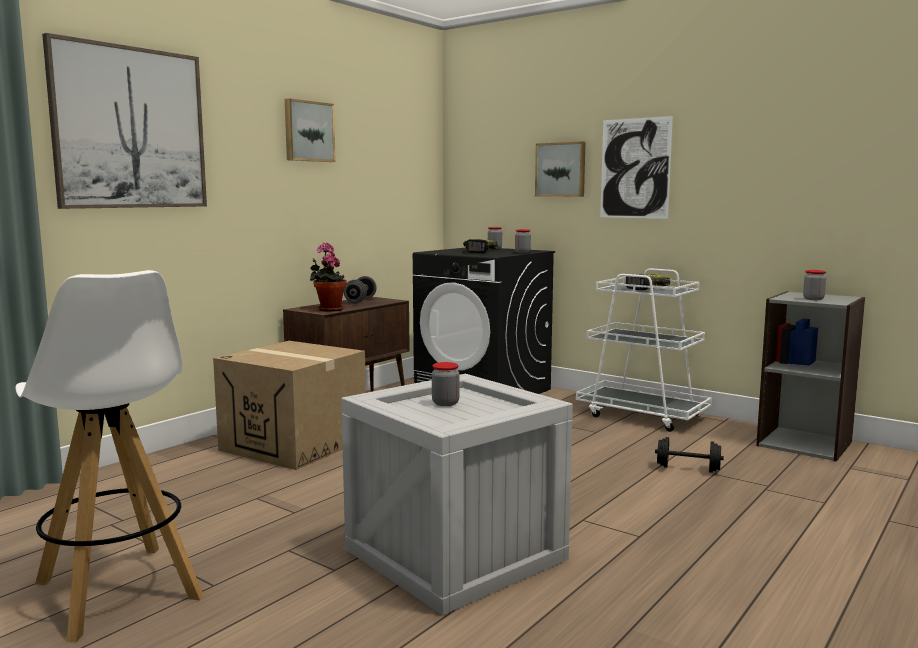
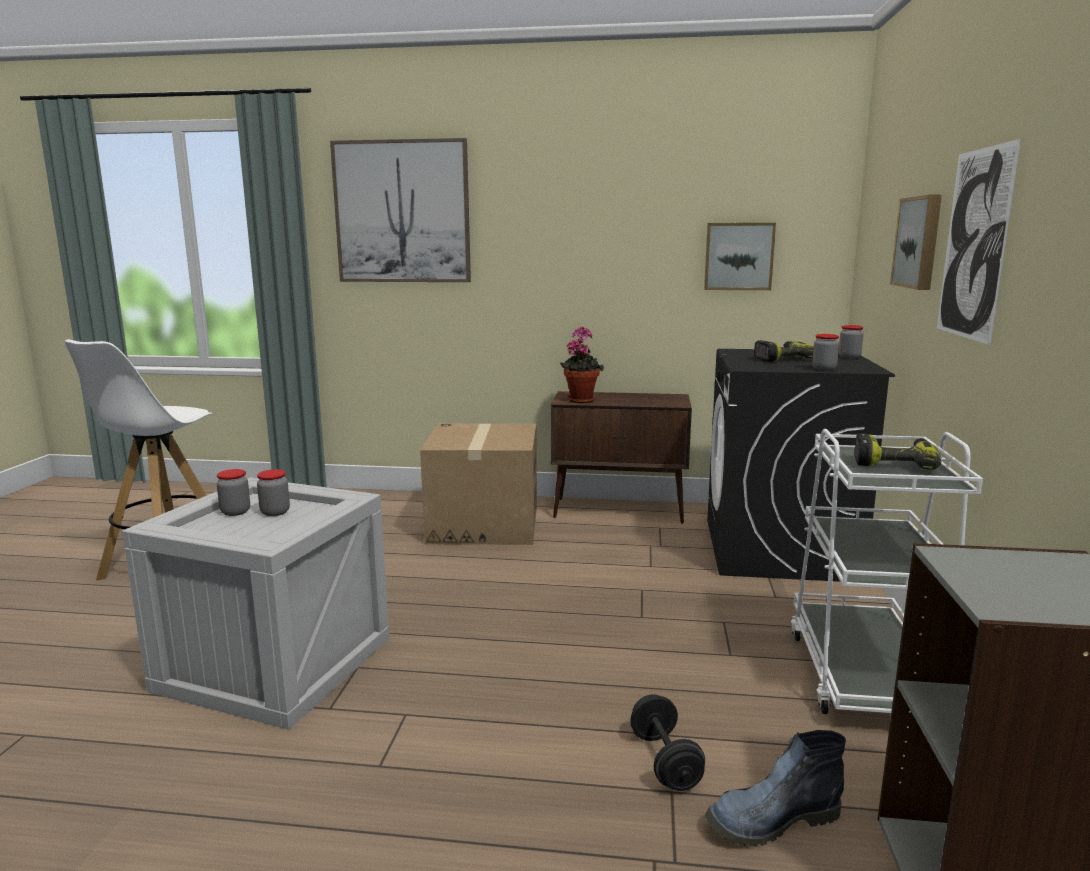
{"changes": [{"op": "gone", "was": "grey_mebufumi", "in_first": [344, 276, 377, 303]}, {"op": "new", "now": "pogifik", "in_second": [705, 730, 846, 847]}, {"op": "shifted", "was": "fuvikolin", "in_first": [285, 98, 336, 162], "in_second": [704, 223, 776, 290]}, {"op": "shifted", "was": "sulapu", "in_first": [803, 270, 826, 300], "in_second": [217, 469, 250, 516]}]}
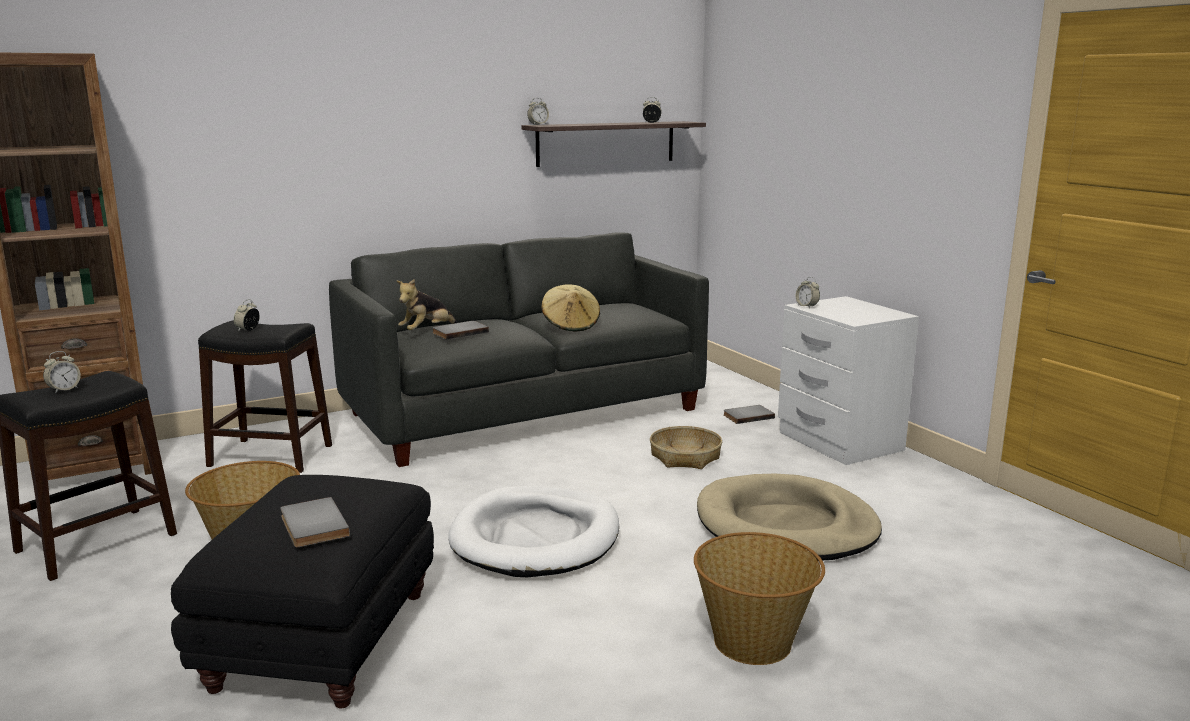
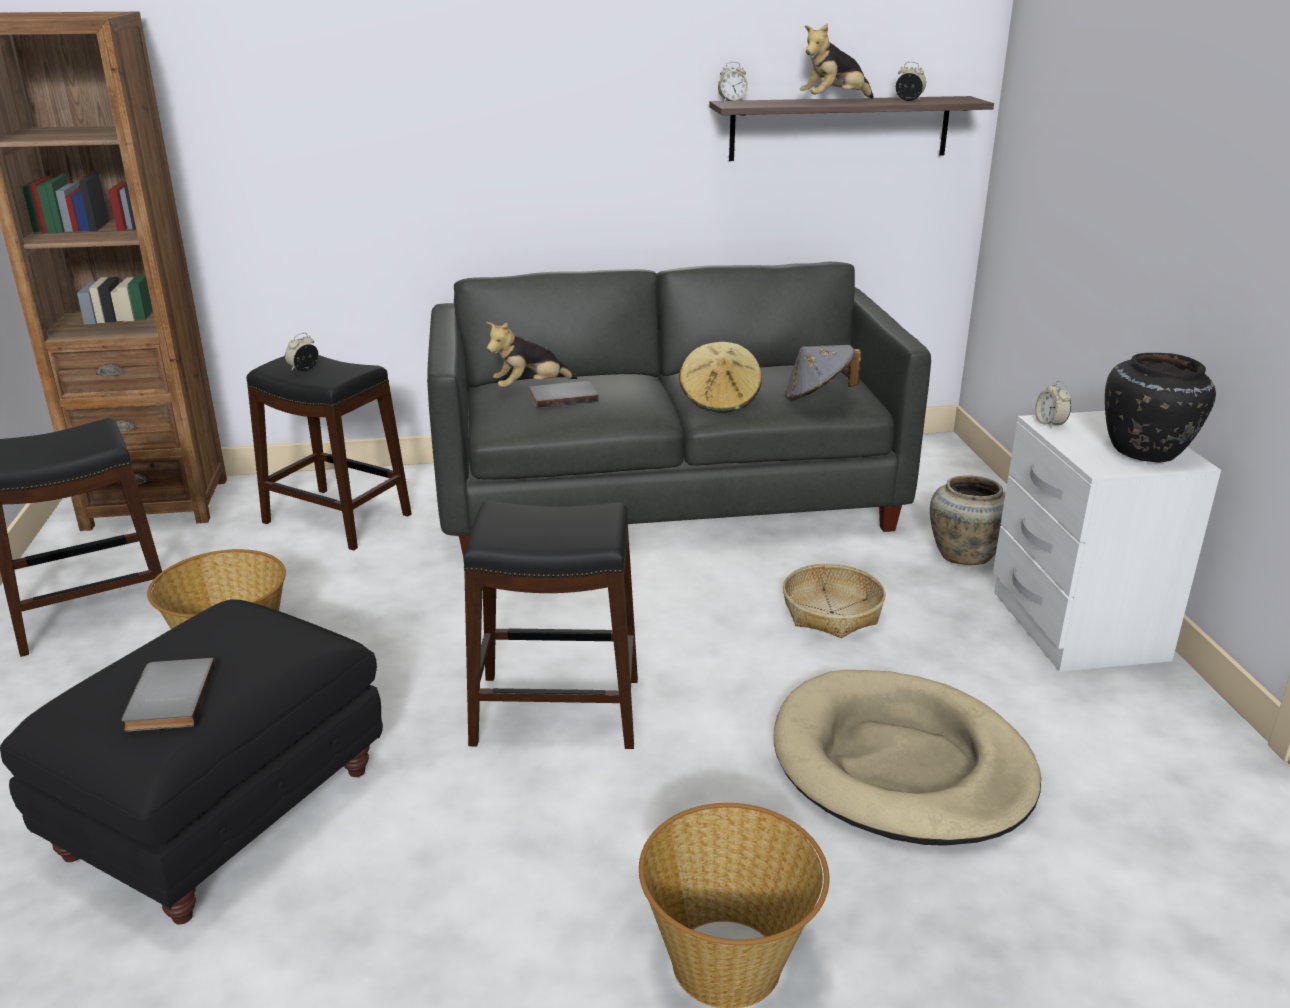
{"changes": [{"op": "gone", "was": "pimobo", "in_first": [43, 351, 81, 393]}, {"op": "new", "now": "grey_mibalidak", "in_second": [785, 345, 861, 401]}, {"op": "new", "now": "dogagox", "in_second": [800, 23, 874, 99]}, {"op": "new", "now": "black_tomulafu", "in_second": [1105, 353, 1216, 462]}, {"op": "swapped", "was": "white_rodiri", "now": "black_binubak", "in_first": [448, 486, 619, 577], "in_second": [463, 501, 638, 749]}, {"op": "swapped", "was": "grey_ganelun", "now": "beige_tomulafu", "in_first": [724, 405, 775, 424], "in_second": [930, 475, 1006, 565]}]}
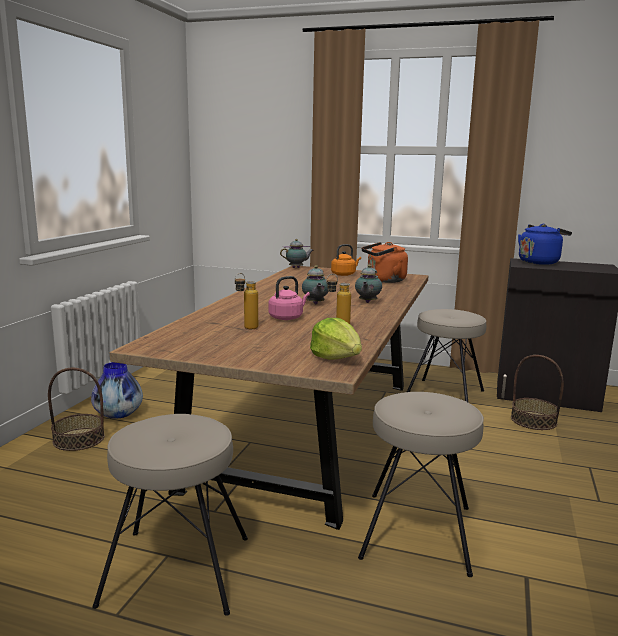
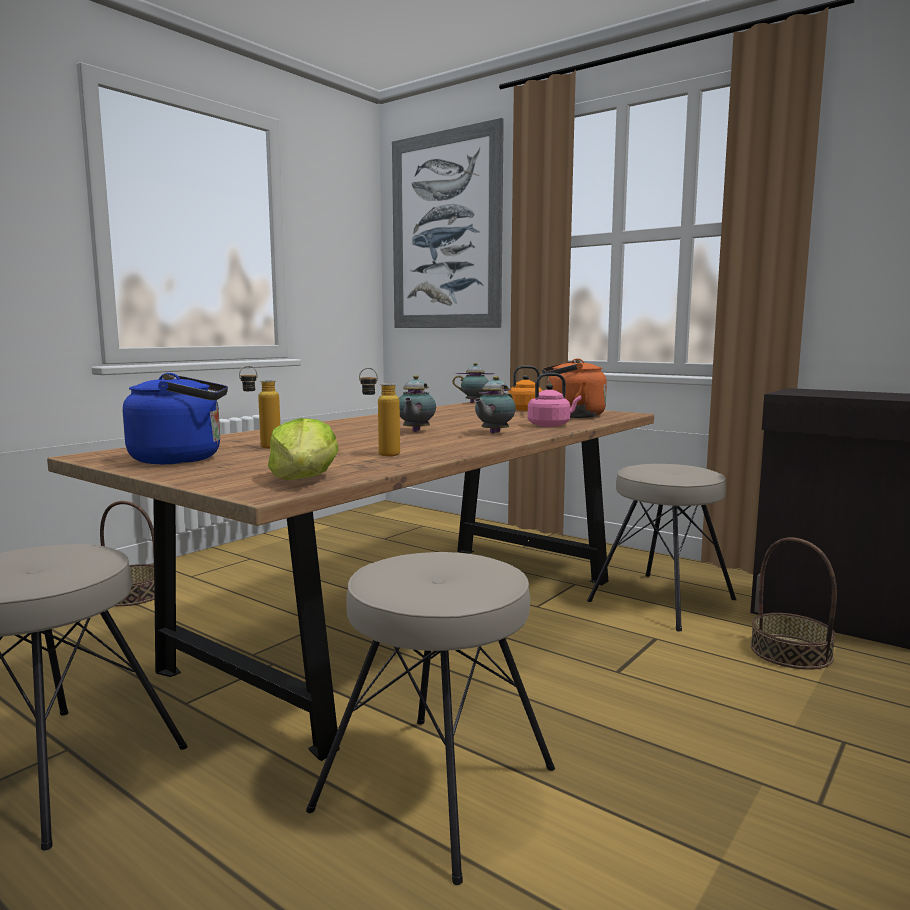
{"changes": [{"op": "gone", "was": "tomulafu", "in_first": [91, 362, 143, 419]}, {"op": "new", "now": "fuvikolin", "in_second": [392, 118, 504, 328]}, {"op": "shifted", "was": "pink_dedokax", "in_first": [269, 276, 310, 320], "in_second": [528, 373, 582, 427]}, {"op": "shifted", "was": "blue_dedokax", "in_first": [518, 224, 572, 265], "in_second": [123, 373, 228, 464]}]}
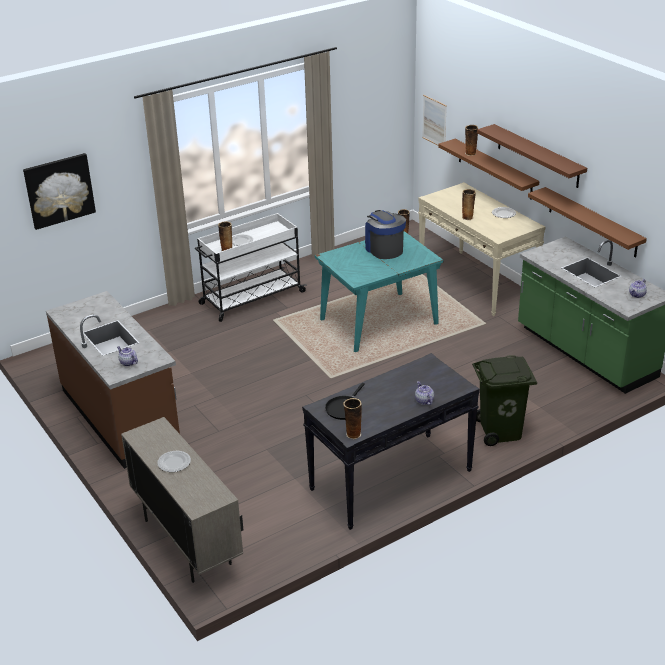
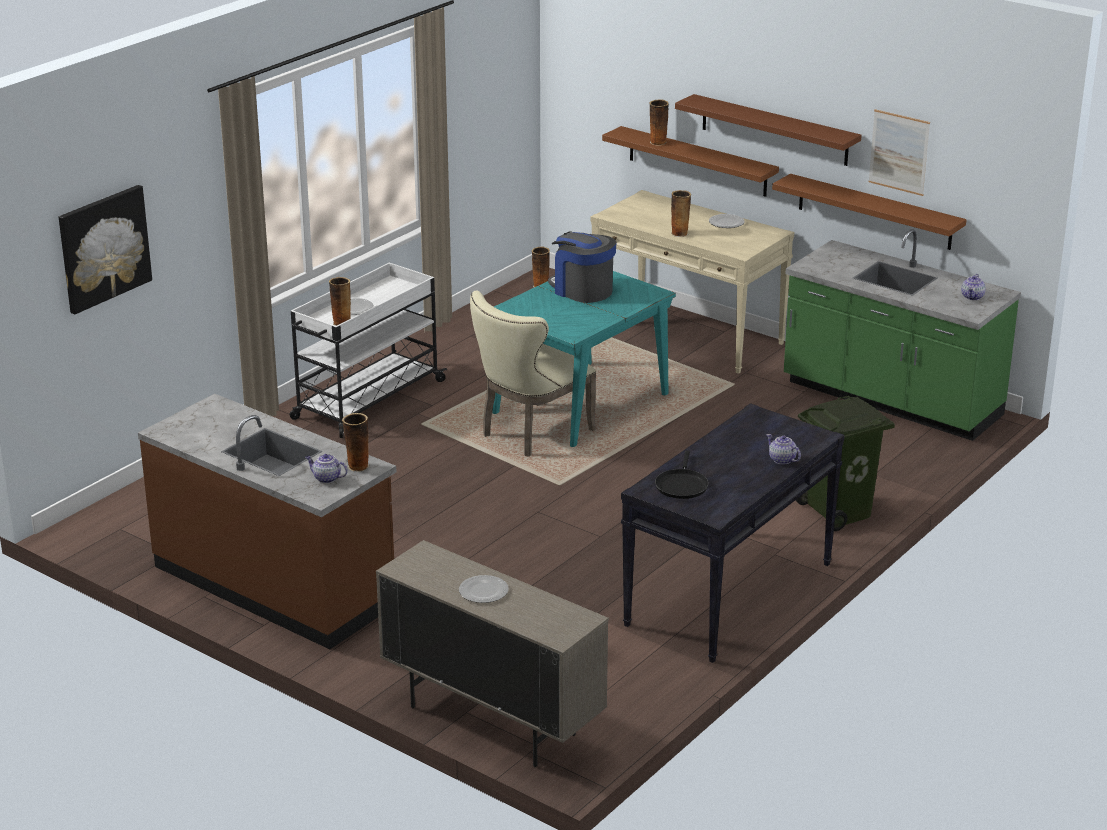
{"changes": [{"op": "new", "now": "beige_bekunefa", "in_second": [470, 290, 596, 457]}, {"op": "shifted", "was": "tomulafu", "in_first": [343, 398, 362, 439], "in_second": [342, 413, 370, 472]}, {"op": "shifted", "was": "fuvikolin", "in_first": [422, 95, 447, 146], "in_second": [869, 109, 930, 196]}]}
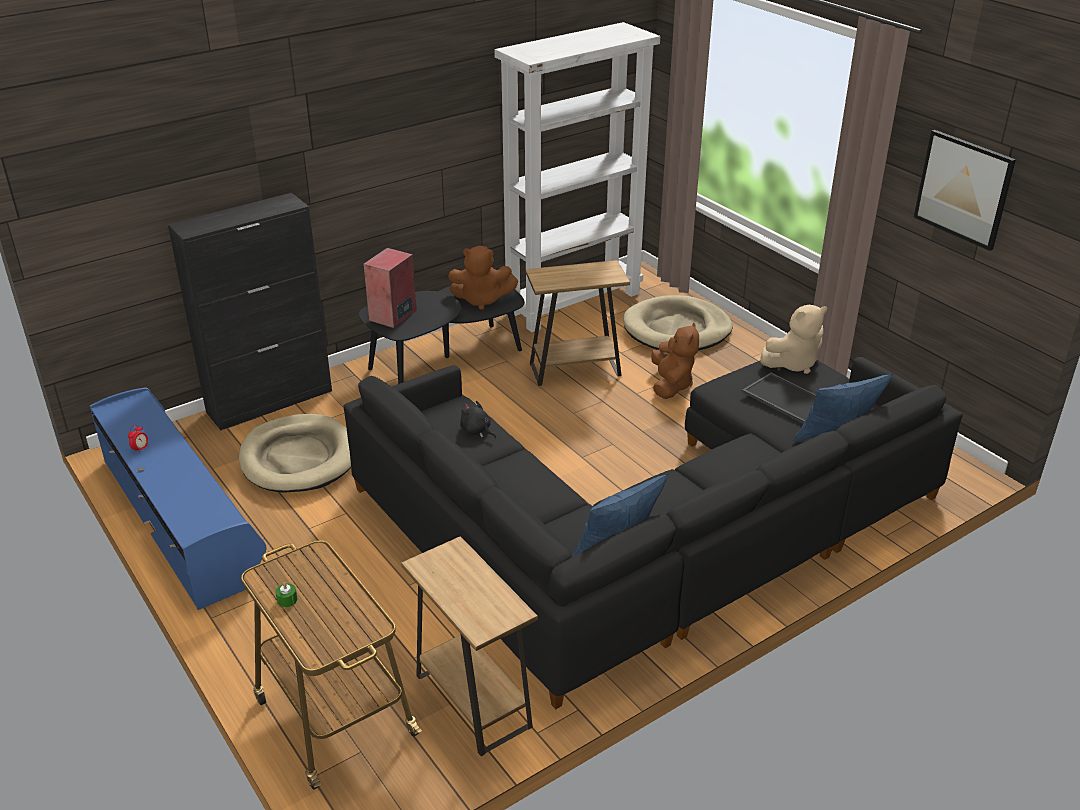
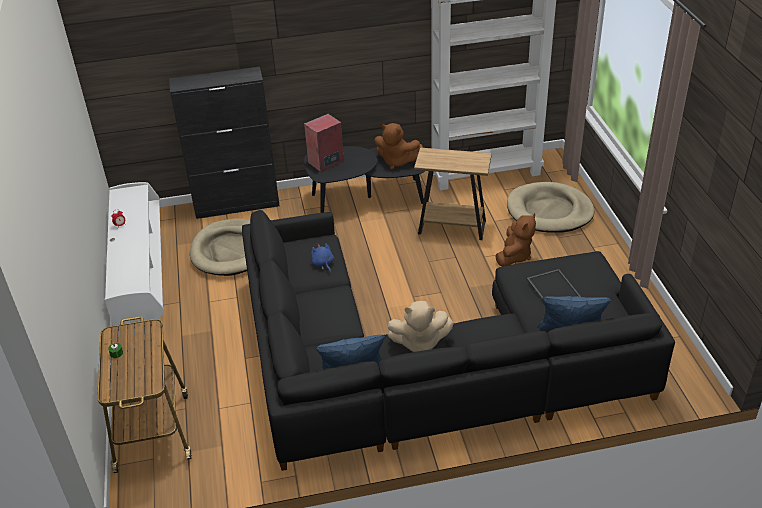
{"changes": [{"op": "gone", "was": "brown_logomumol", "in_first": [401, 536, 538, 756]}, {"op": "gone", "was": "fuvikolin", "in_first": [914, 130, 1016, 251]}, {"op": "shifted", "was": "beige_dogagox", "in_first": [760, 305, 827, 374], "in_second": [387, 301, 454, 352]}, {"op": "repainted", "was": "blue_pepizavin", "now": "white_pepizavin", "in_first": [90, 388, 267, 610], "in_second": [105, 182, 164, 336]}, {"op": "repainted", "was": "black_dogagox", "now": "blue_dogagox", "in_first": [460, 401, 496, 439], "in_second": [311, 243, 334, 273]}]}
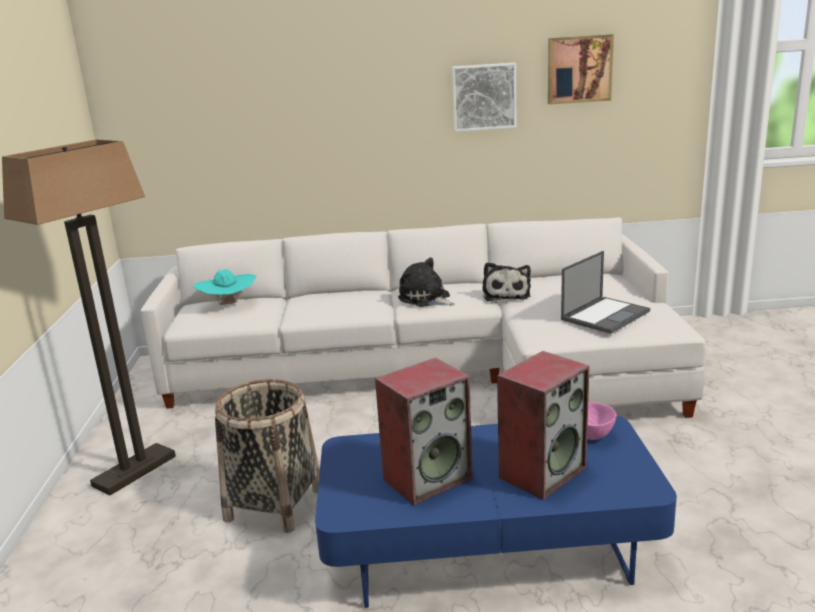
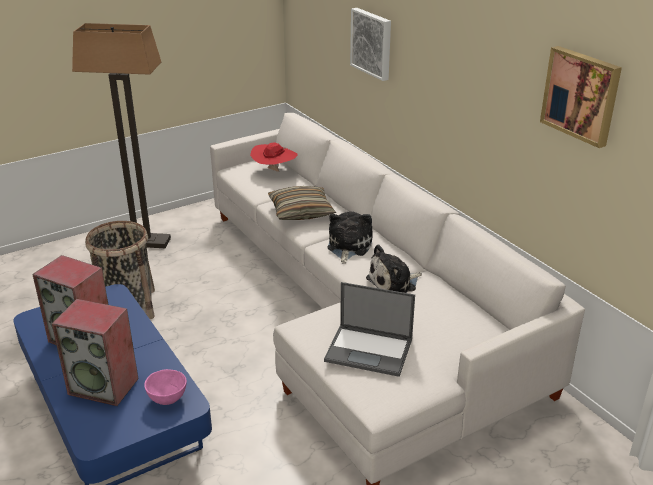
{"changes": [{"op": "new", "now": "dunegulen", "in_second": [268, 186, 336, 220]}, {"op": "shifted", "was": "fuvikolin", "in_first": [452, 63, 516, 132], "in_second": [350, 8, 391, 81]}, {"op": "repainted", "was": "turquoise_mibalidak", "now": "red_mibalidak", "in_first": [193, 269, 256, 305], "in_second": [250, 142, 298, 172]}]}
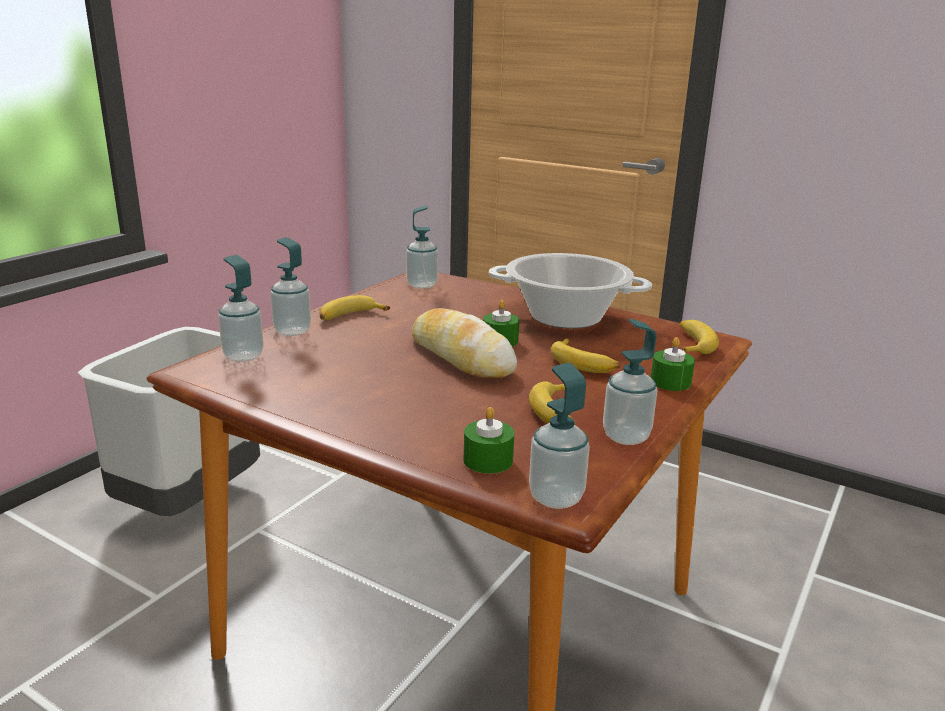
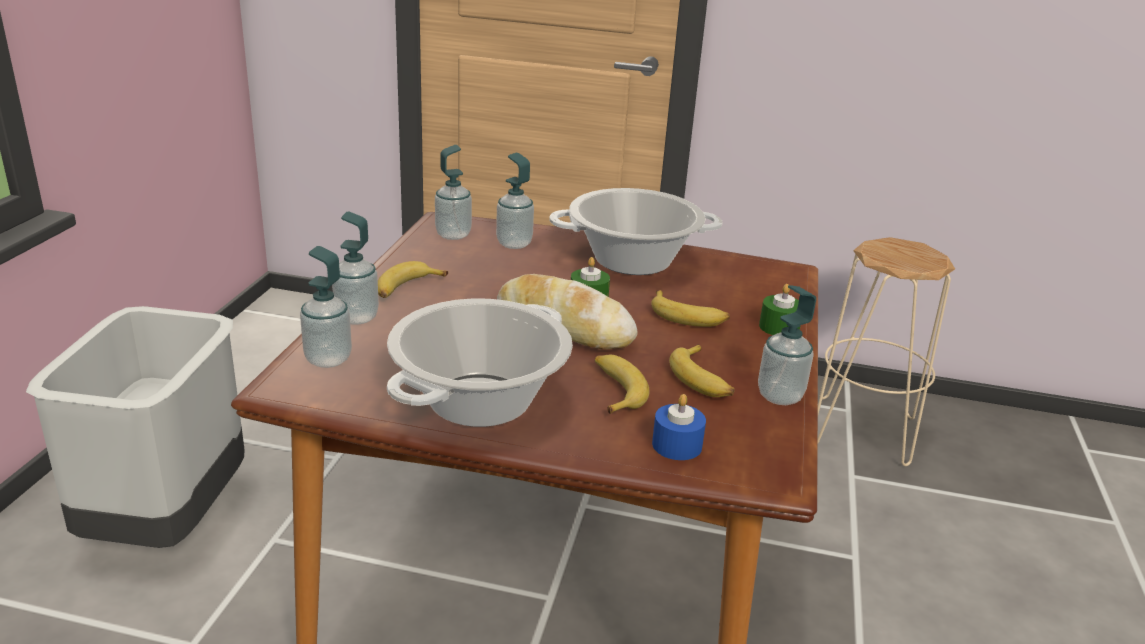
{"changes": [{"op": "new", "now": "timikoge", "in_second": [387, 298, 573, 427]}, {"op": "new", "now": "beige_binubak", "in_second": [818, 237, 955, 466]}, {"op": "shifted", "was": "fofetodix", "in_first": [529, 363, 590, 509], "in_second": [496, 153, 534, 249]}, {"op": "shifted", "was": "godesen", "in_first": [680, 320, 719, 354], "in_second": [595, 355, 650, 414]}, {"op": "repainted", "was": "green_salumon", "now": "blue_salumon", "in_first": [464, 407, 514, 474], "in_second": [652, 394, 706, 460]}]}
